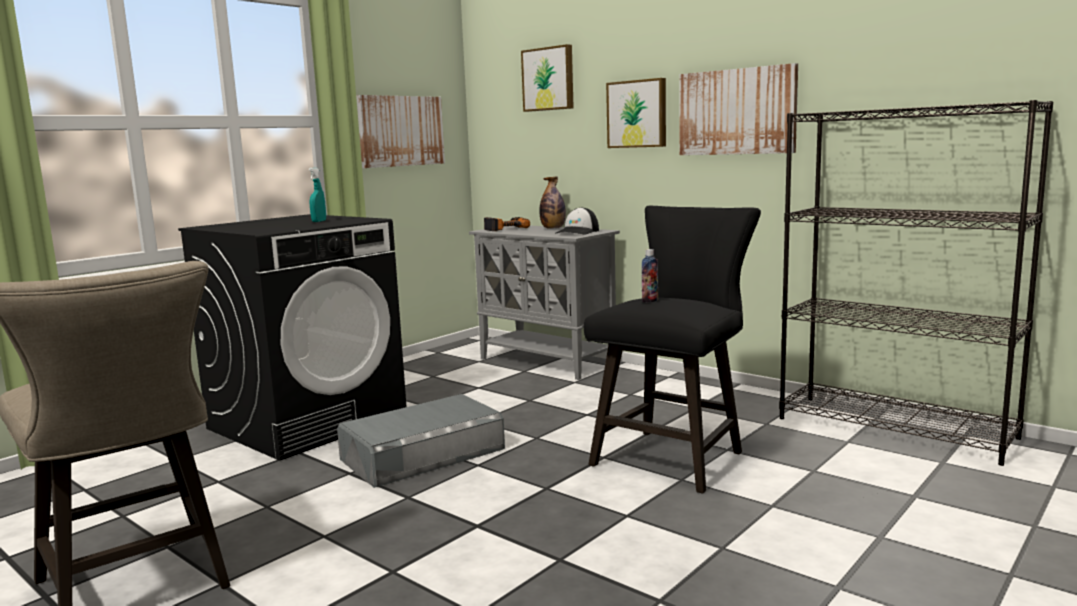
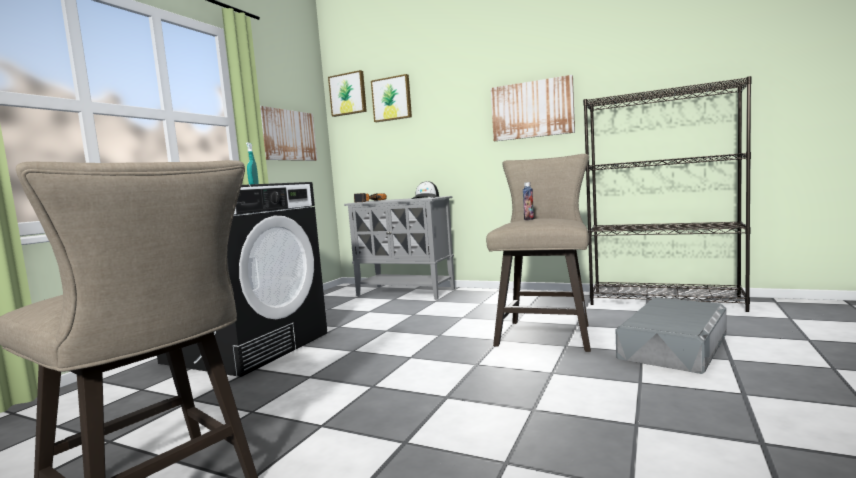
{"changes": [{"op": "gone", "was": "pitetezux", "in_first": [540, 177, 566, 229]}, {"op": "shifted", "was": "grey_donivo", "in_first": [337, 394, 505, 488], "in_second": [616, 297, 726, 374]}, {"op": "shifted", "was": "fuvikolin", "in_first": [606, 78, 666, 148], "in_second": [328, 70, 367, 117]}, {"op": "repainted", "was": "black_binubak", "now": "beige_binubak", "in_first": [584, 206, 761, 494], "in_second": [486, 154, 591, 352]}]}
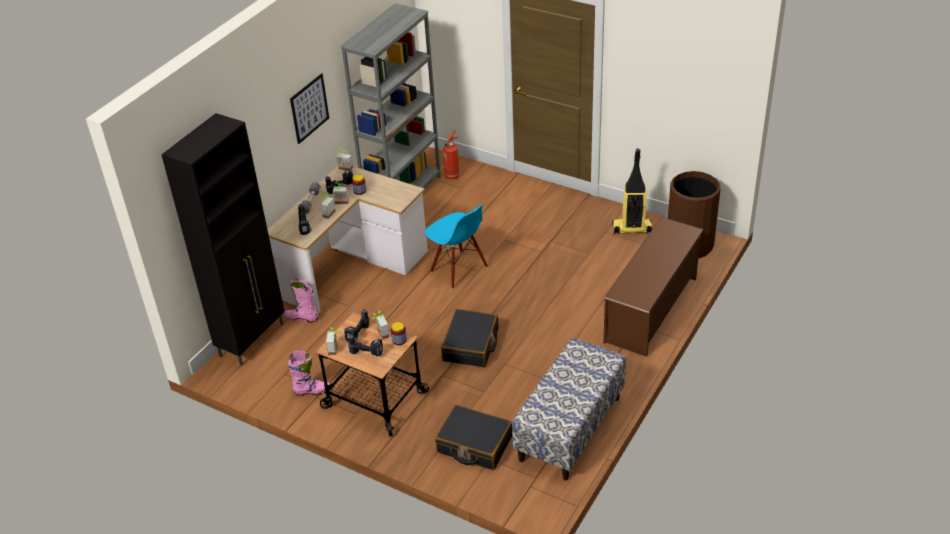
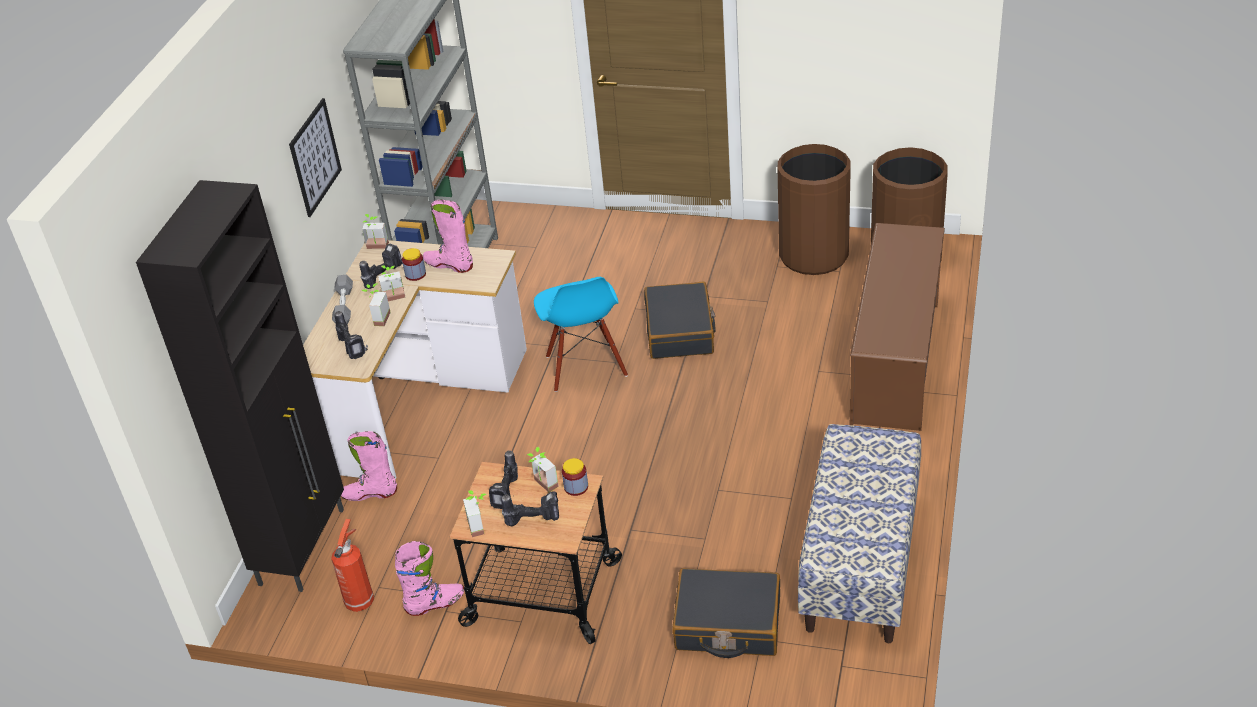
{"changes": [{"op": "new", "now": "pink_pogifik", "in_second": [423, 199, 473, 273]}, {"op": "shifted", "was": "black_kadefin", "in_first": [441, 309, 499, 367], "in_second": [644, 282, 716, 359]}, {"op": "shifted", "was": "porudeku", "in_first": [443, 130, 460, 180], "in_second": [331, 519, 374, 612]}, {"op": "swapped", "was": "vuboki", "now": "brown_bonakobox", "in_first": [612, 149, 652, 235], "in_second": [778, 144, 851, 275]}, {"op": "rotated", "was": "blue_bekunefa", "in_first": [425, 205, 488, 289], "in_second": [534, 277, 628, 392], "clockwise": 45}]}
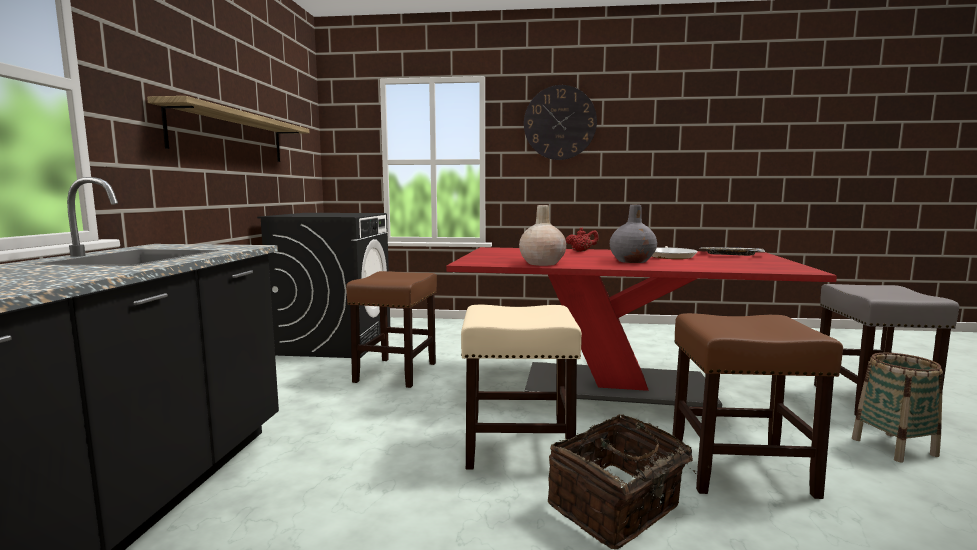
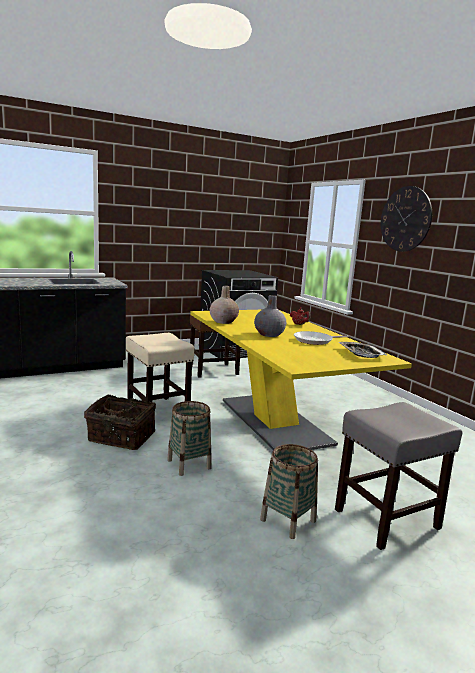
{"changes": [{"op": "gone", "was": "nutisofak", "in_first": [147, 96, 309, 162]}, {"op": "swapped", "was": "brown_binubak", "now": "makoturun", "in_first": [672, 313, 843, 499], "in_second": [167, 401, 212, 476]}, {"op": "repainted", "was": "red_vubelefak", "now": "yellow_vubelefak", "in_first": [446, 247, 837, 407], "in_second": [190, 310, 412, 450]}]}
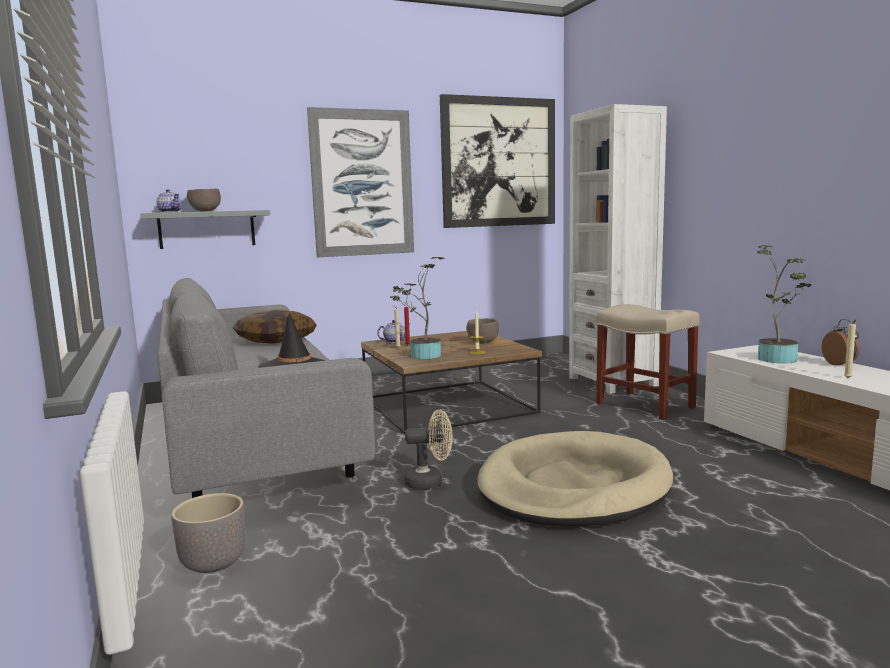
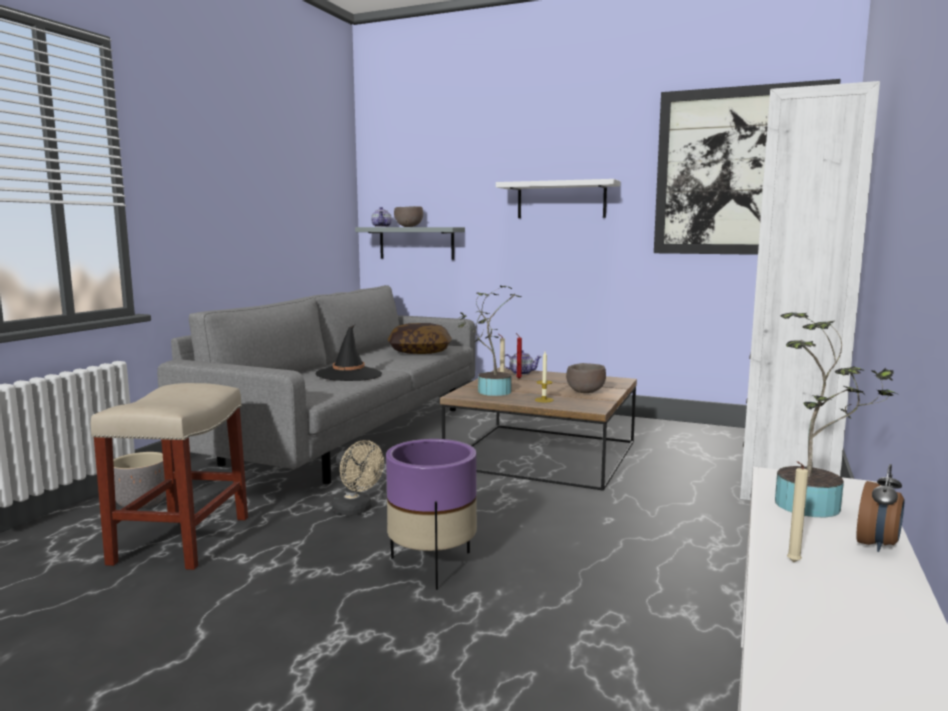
{"changes": [{"op": "shifted", "was": "beige_binubak", "in_first": [596, 304, 700, 420], "in_second": [91, 383, 248, 570]}, {"op": "swapped", "was": "fuvikolin", "now": "white_nutisofak", "in_first": [307, 107, 414, 257], "in_second": [496, 179, 620, 218]}, {"op": "swapped", "was": "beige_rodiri", "now": "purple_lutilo", "in_first": [477, 431, 673, 526], "in_second": [386, 439, 477, 590]}]}
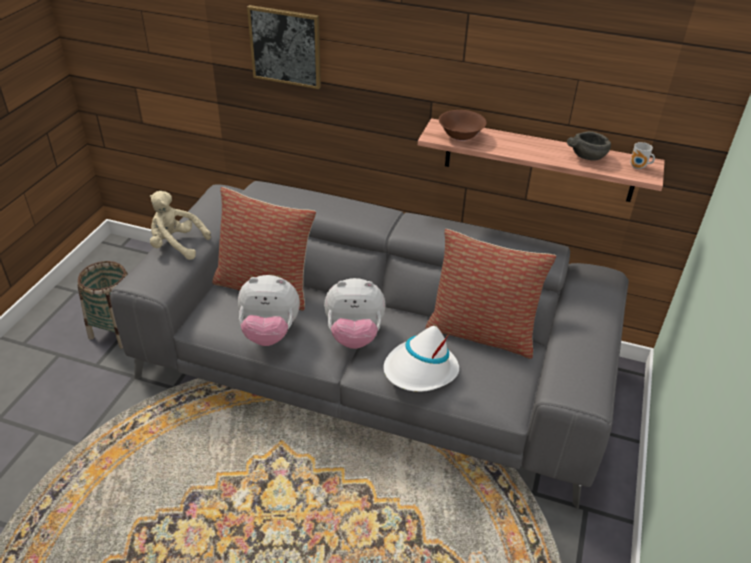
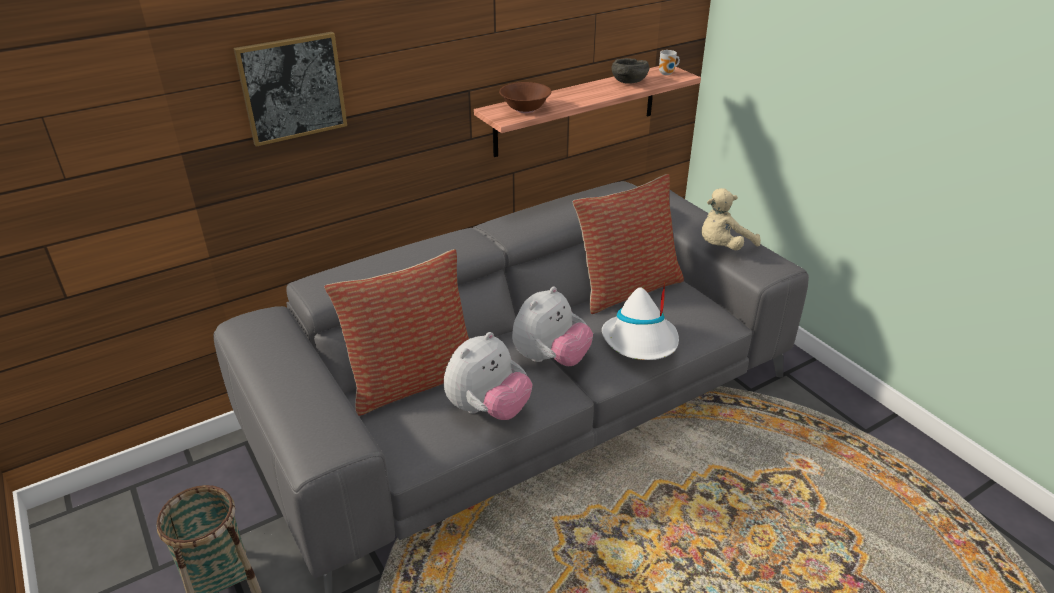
{"changes": [{"op": "shifted", "was": "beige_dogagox", "in_first": [150, 191, 211, 260], "in_second": [701, 188, 761, 250]}]}
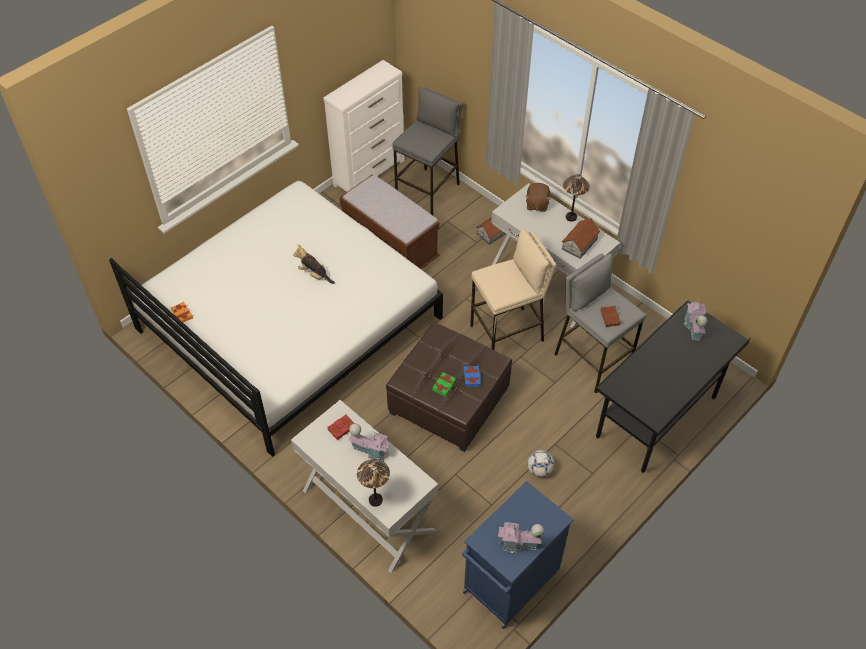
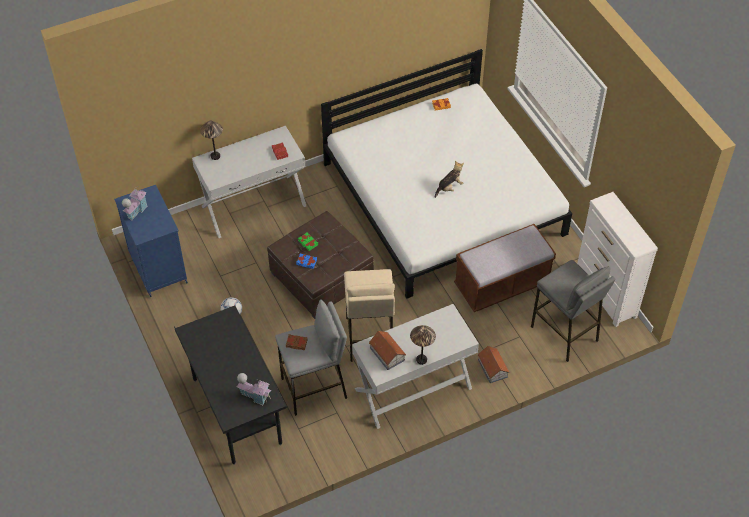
{"changes": [{"op": "gone", "was": "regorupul", "in_first": [348, 423, 390, 460]}, {"op": "gone", "was": "brown_dogagox", "in_first": [525, 183, 551, 212]}]}
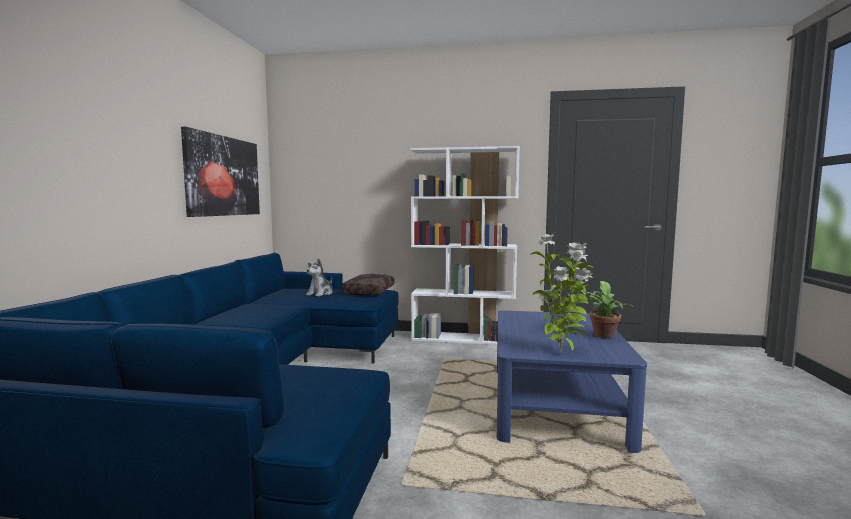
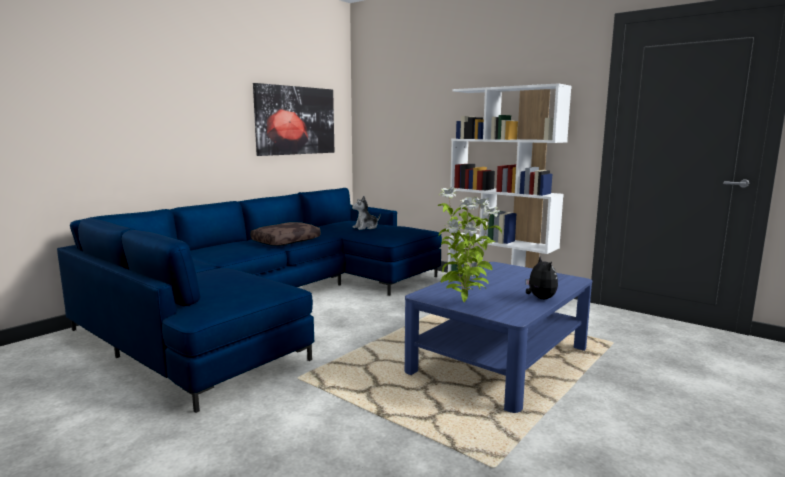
{"changes": [{"op": "shifted", "was": "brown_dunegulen", "in_first": [341, 274, 394, 296], "in_second": [250, 222, 321, 246]}, {"op": "swapped", "was": "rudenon", "now": "dogagox", "in_first": [586, 281, 633, 338], "in_second": [526, 257, 558, 299]}]}
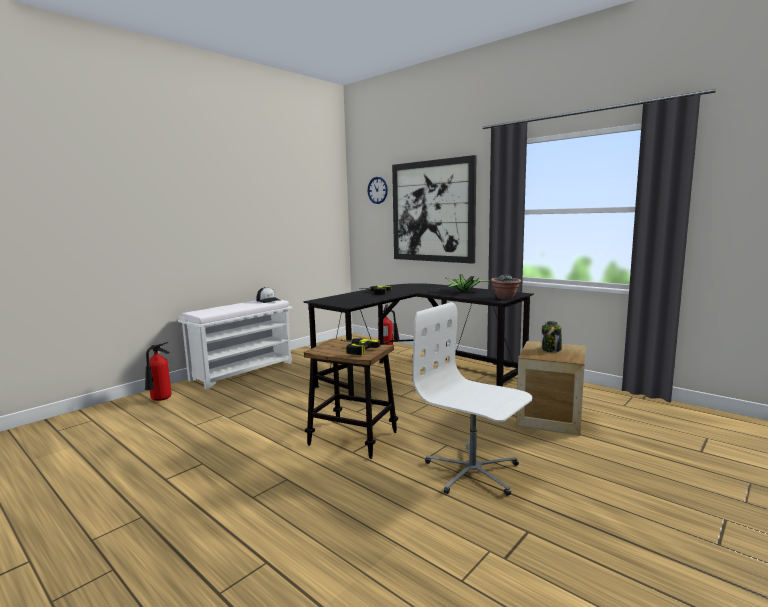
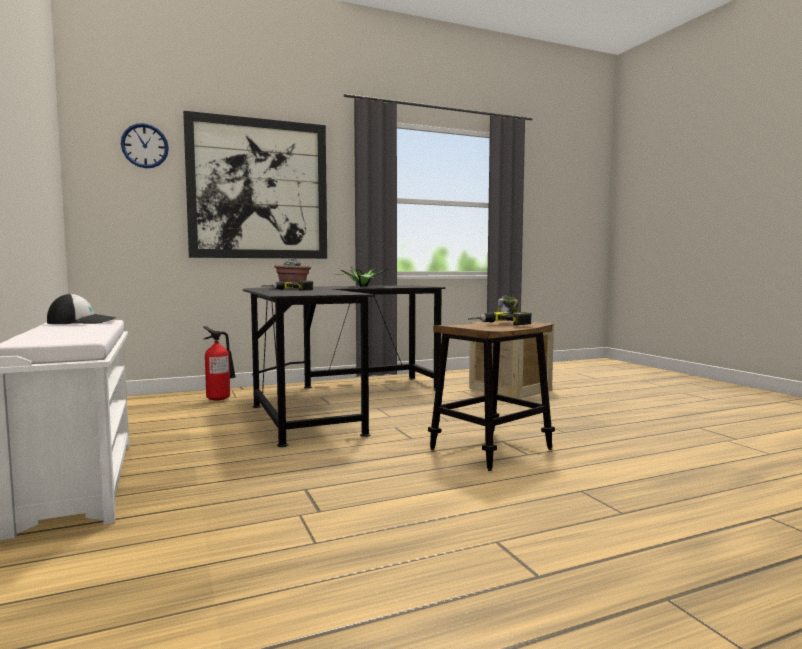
{"changes": [{"op": "gone", "was": "porudeku", "in_first": [145, 342, 172, 401]}, {"op": "gone", "was": "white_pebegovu", "in_first": [412, 302, 533, 496]}, {"op": "shifted", "was": "rudenon", "in_first": [491, 274, 521, 299], "in_second": [274, 259, 311, 289]}]}
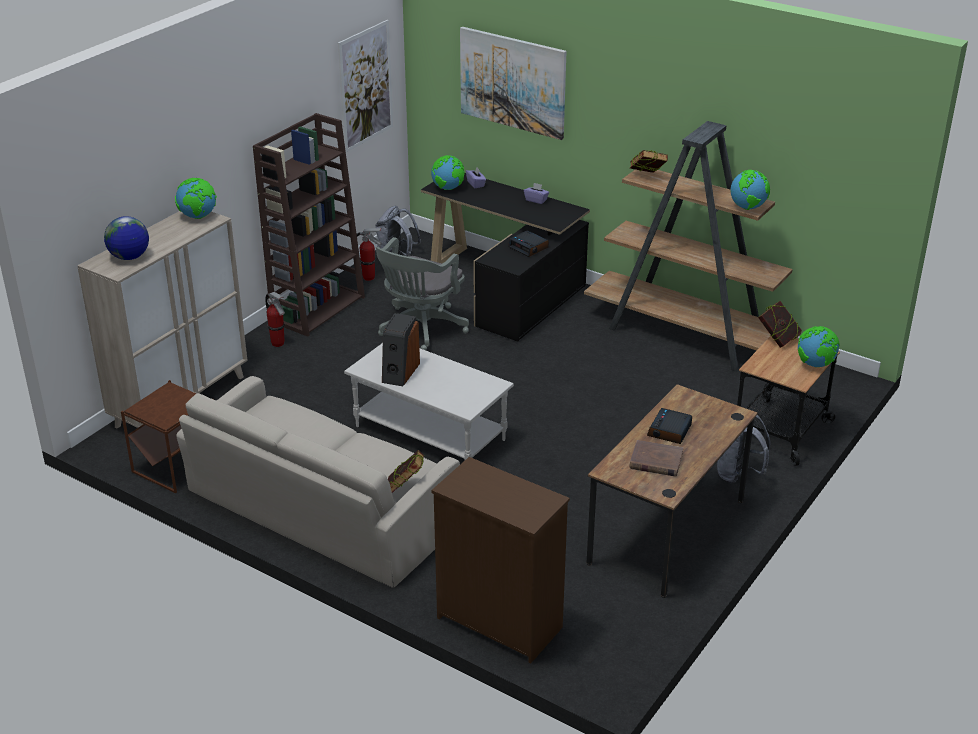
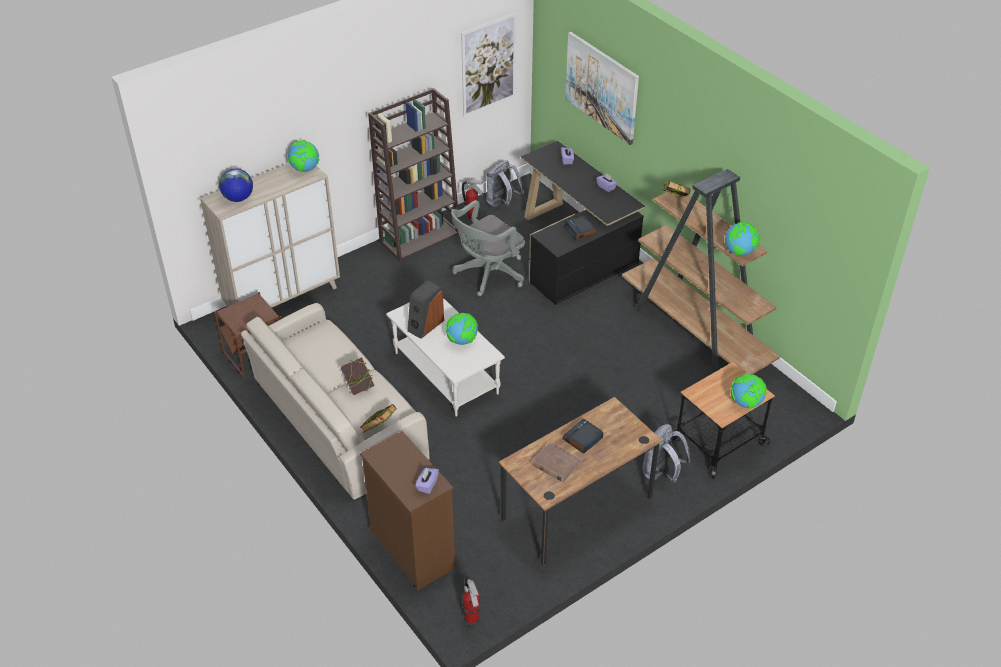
{"changes": [{"op": "new", "now": "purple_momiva", "in_second": [415, 468, 439, 494]}, {"op": "shifted", "was": "porudeku", "in_first": [265, 292, 285, 347], "in_second": [462, 576, 481, 624]}, {"op": "shifted", "was": "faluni", "in_first": [431, 155, 465, 190], "in_second": [446, 313, 478, 345]}, {"op": "shifted", "was": "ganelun", "in_first": [758, 301, 802, 348], "in_second": [341, 357, 375, 396]}]}
